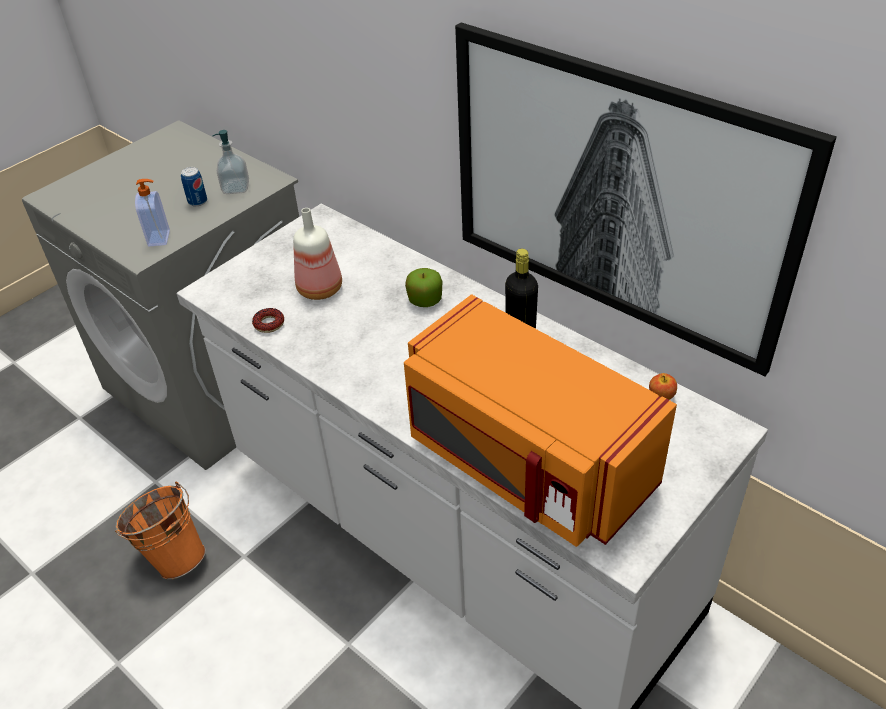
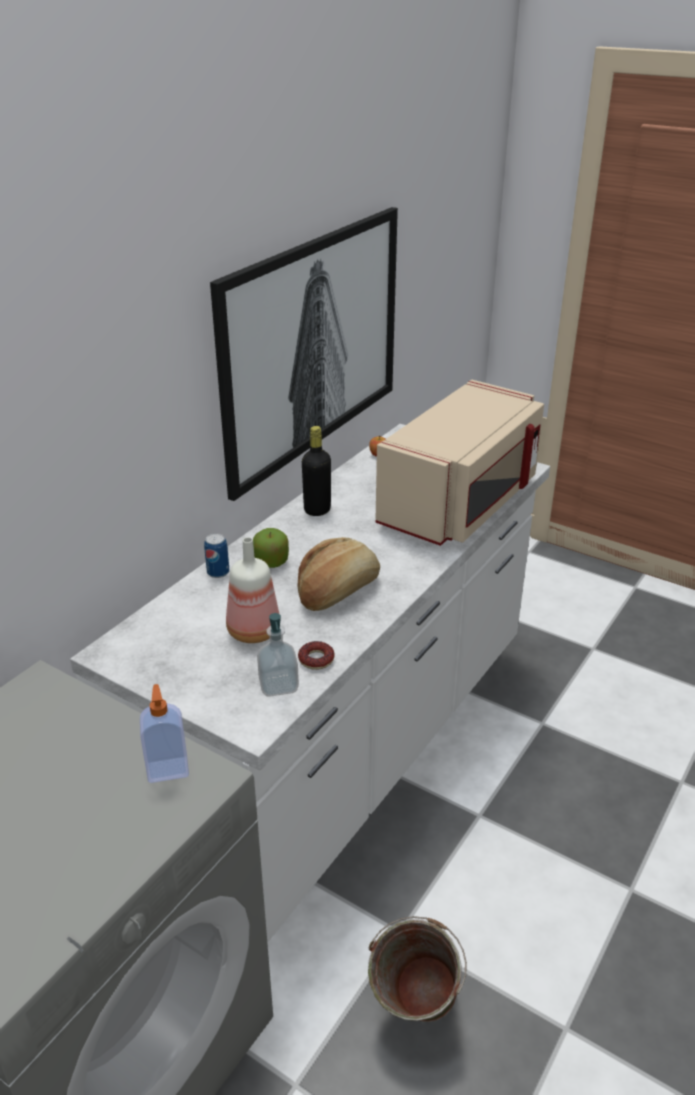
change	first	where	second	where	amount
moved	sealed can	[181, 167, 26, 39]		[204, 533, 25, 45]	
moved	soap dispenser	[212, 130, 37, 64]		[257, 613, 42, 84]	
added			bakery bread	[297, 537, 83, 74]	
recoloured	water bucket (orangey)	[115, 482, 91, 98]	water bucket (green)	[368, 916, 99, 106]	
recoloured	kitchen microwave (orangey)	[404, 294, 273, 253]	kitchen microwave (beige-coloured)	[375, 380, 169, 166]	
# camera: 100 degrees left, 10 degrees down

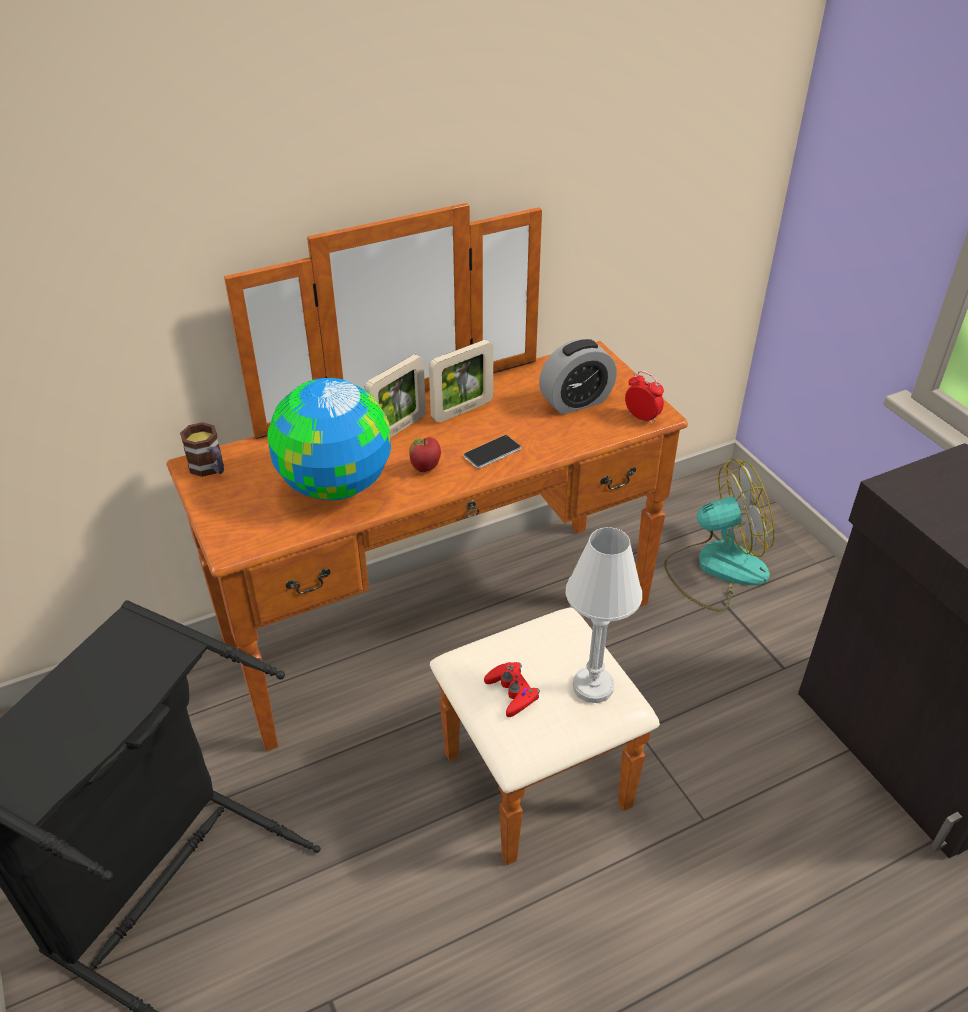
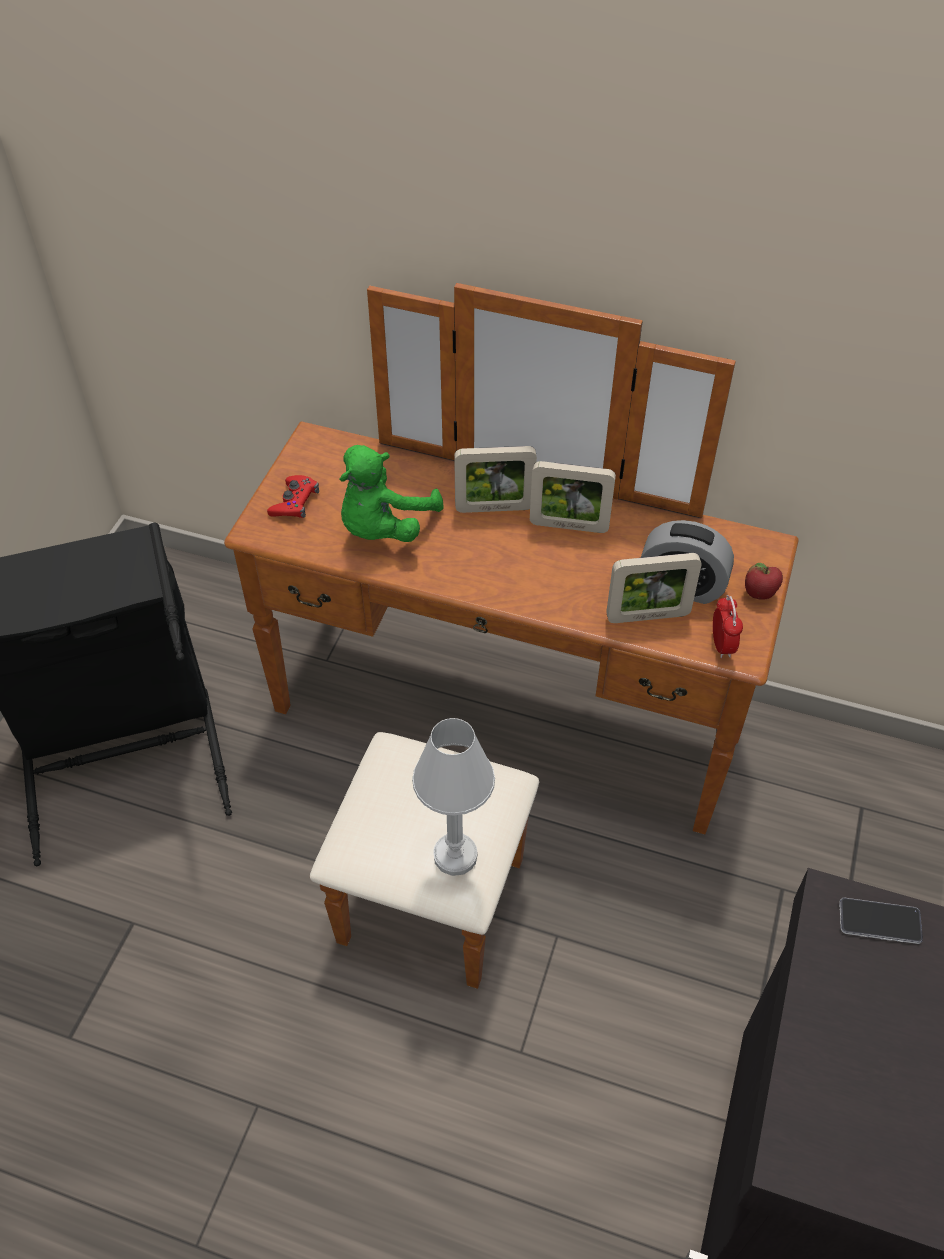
change	first	where	second	where	amount
moved	game controller (red)	[484, 662, 56, 55]		[267, 475, 52, 43]	
replaced	globe	[267, 378, 124, 123]	soft toy (green)	[340, 445, 104, 97]	
added			photo frame	[606, 553, 96, 70]	
moved	apple	[409, 437, 32, 35]		[745, 563, 38, 37]	
moved	handset	[463, 435, 58, 33]		[839, 898, 84, 46]	
removed	tea mug	[180, 422, 44, 55]			
removed	electric fan	[664, 458, 111, 153]			
# camera: 45 degrees right, 10 degrees up

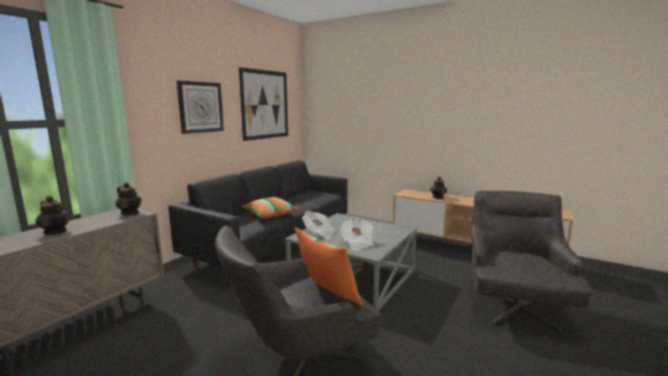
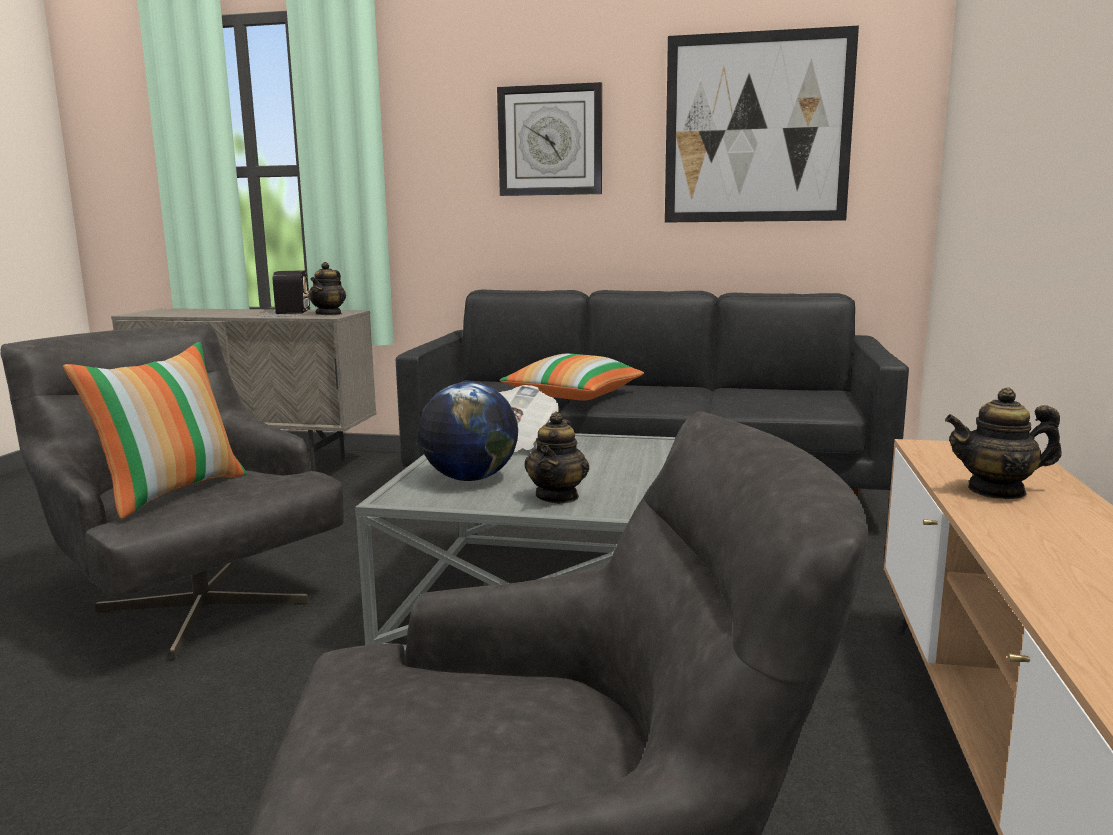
change	first	where	second	where	amount
added			radio	[259, 270, 51, 47]	
replaced	printed paper	[340, 217, 35, 33]	globe	[419, 382, 99, 99]	
moved	pot for tea	[35, 196, 35, 39]		[525, 412, 64, 92]	
# camera: 70 degrees right, 0 degrees up

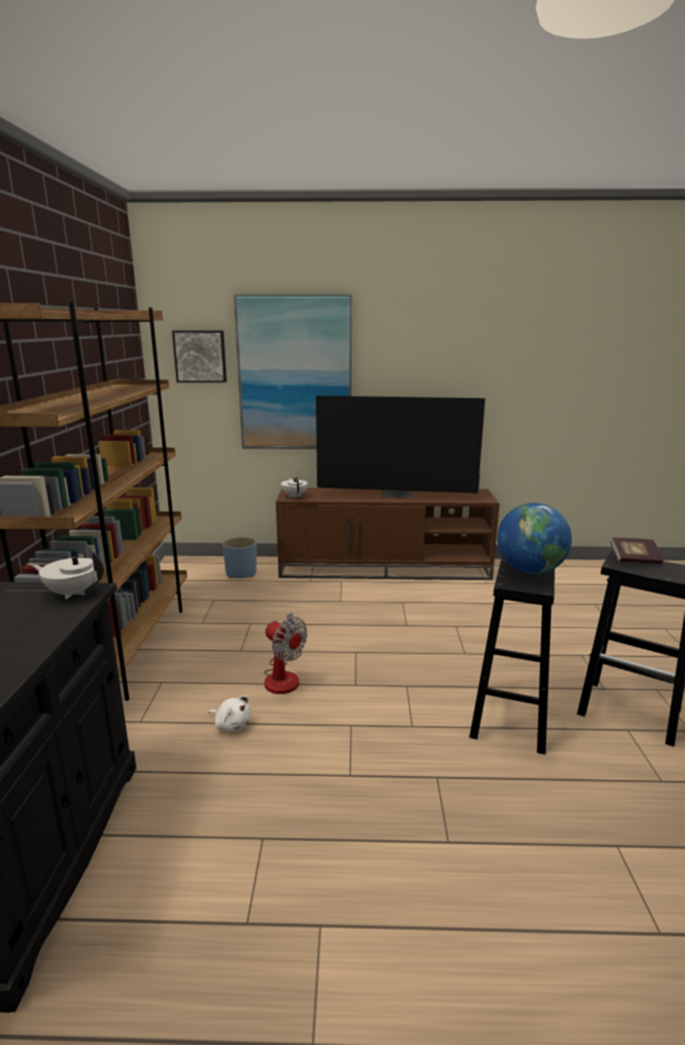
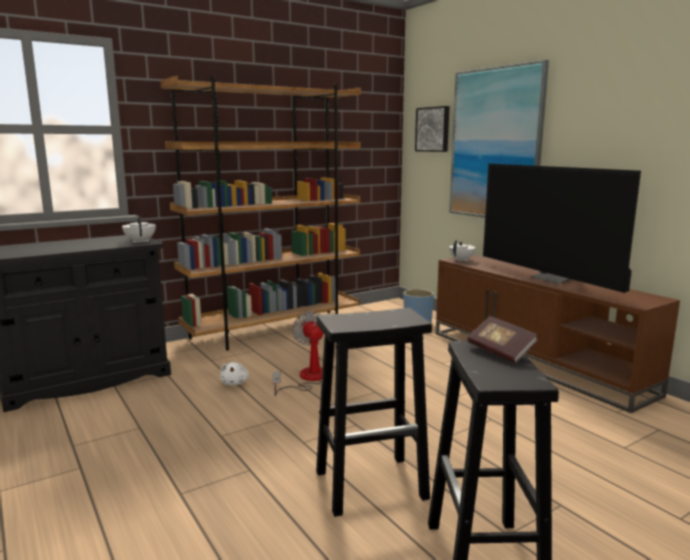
change	first	where	second	where	amount
turned	electric fan	[264, 612, 43, 82]		[272, 311, 52, 85]	150 degrees clockwise
removed	globe	[497, 503, 75, 71]			
# camera: 55 degrees right, 5 degrees down

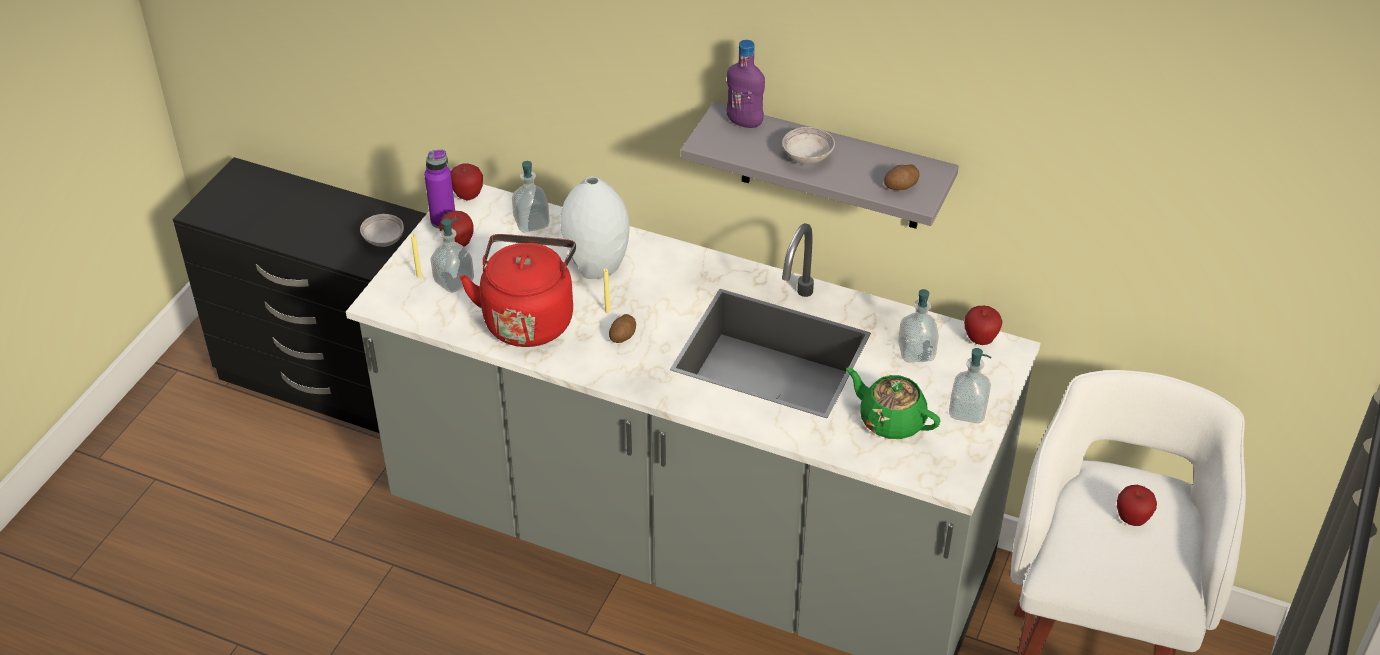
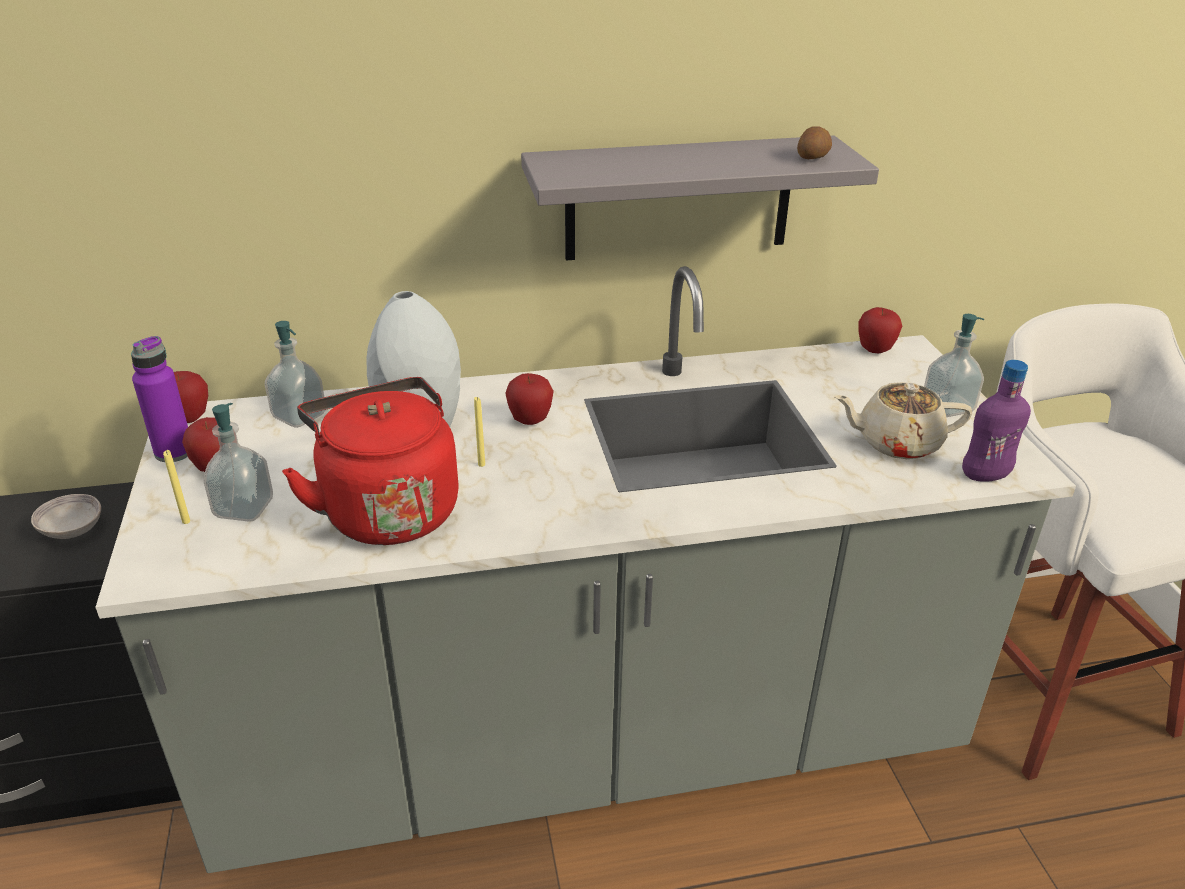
change	first	where	second	where	amount
moved	apple	[1117, 485, 40, 41]		[505, 373, 49, 52]	
recoloured	pot for tea (green)	[846, 368, 94, 71]	pot for tea (beige-coloured)	[834, 382, 138, 77]	
moved	bottle (purple)	[726, 40, 39, 88]		[962, 360, 69, 122]	
removed	whole potato	[609, 314, 27, 29]			
removed	deep dish (gray)	[782, 127, 53, 37]			
removed	soap dispenser	[898, 289, 41, 73]			
# camera: 35 degrees left, 10 degrees down

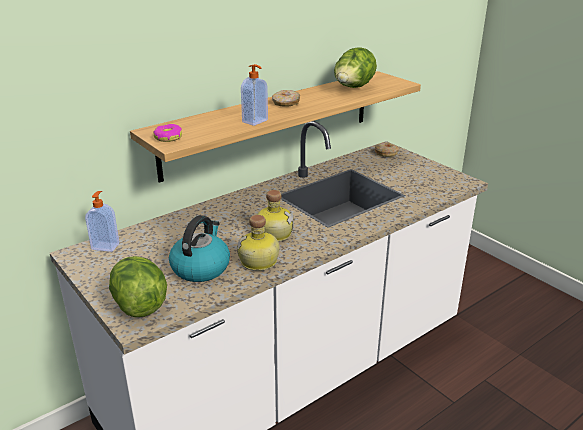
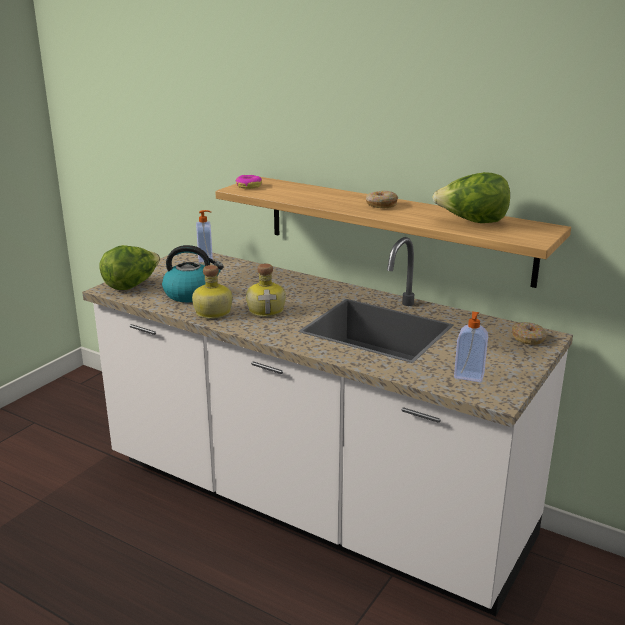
change	first	where	second	where	amount
moved	soap dispenser	[241, 64, 27, 62]		[454, 311, 34, 71]	
# camera: 70 degrees right, 5 degrees down

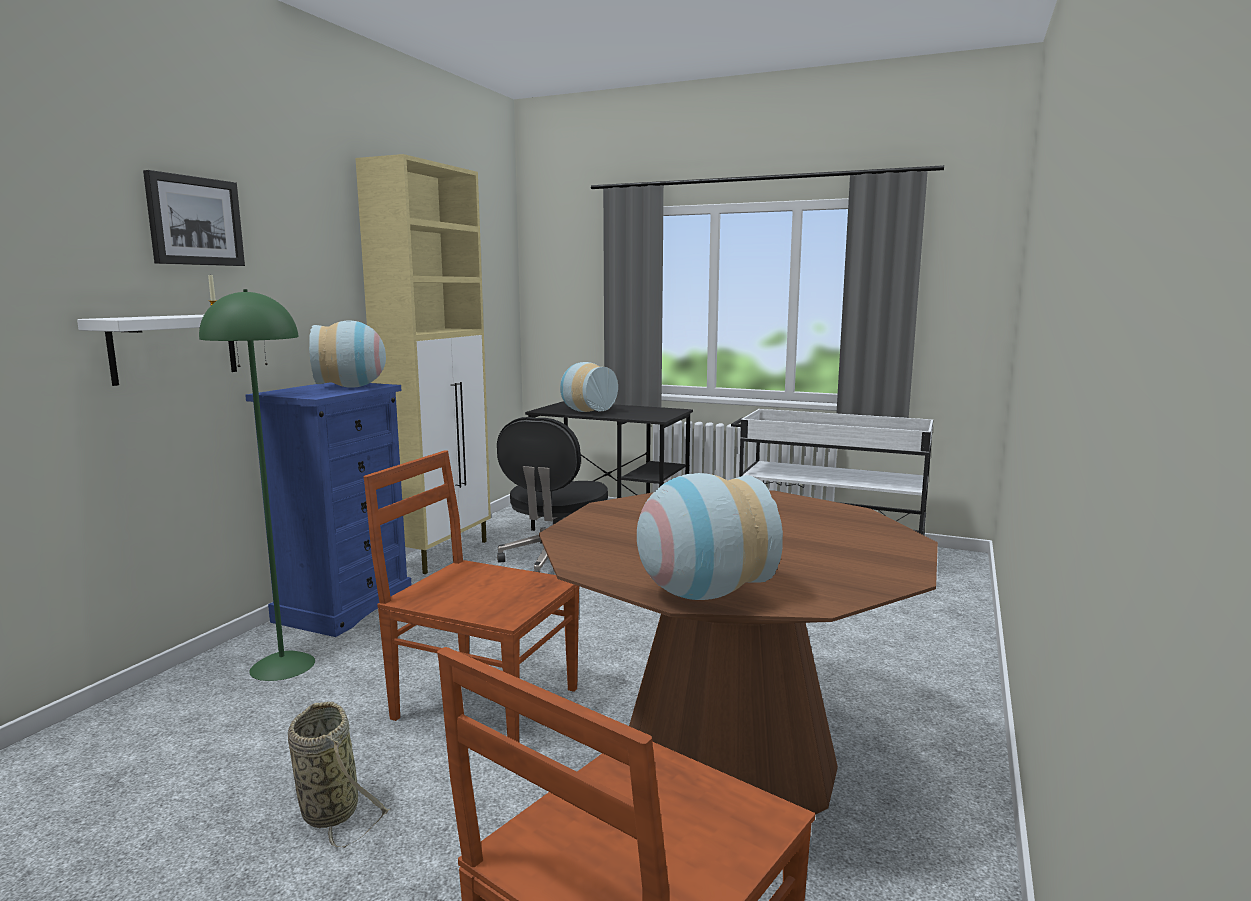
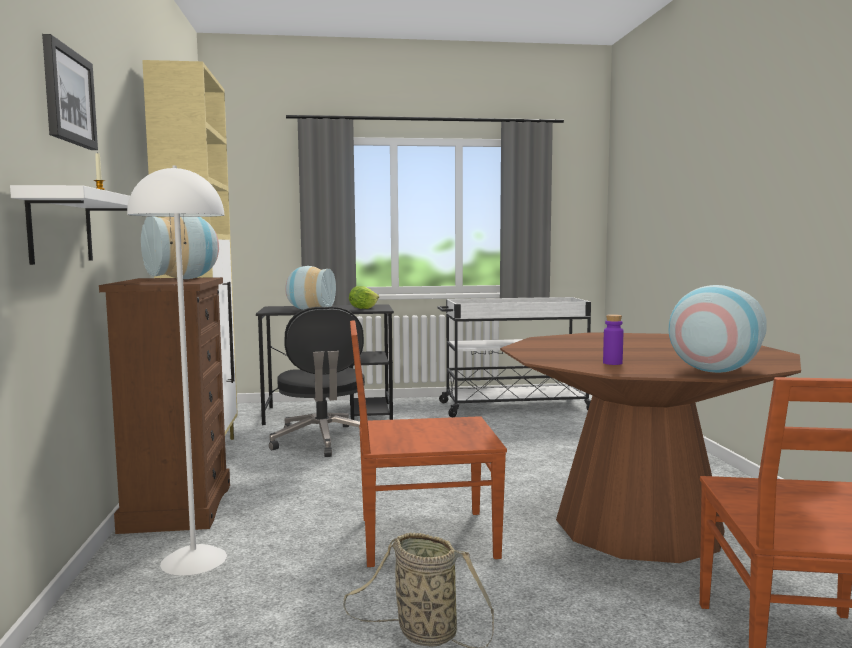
change	first	where	second	where	amount
recoloured	dresser (bluish)	[245, 382, 166, 255]	dresser (brown-coloured)	[99, 277, 131, 257]	
recoloured	standing lamp (green)	[199, 289, 116, 392]	standing lamp (whitish)	[127, 166, 100, 410]	
added			lettuce	[349, 286, 30, 23]	
added			bottle (purple)	[603, 314, 20, 51]	
# camera: 30 degrees left, 5 degrees down

